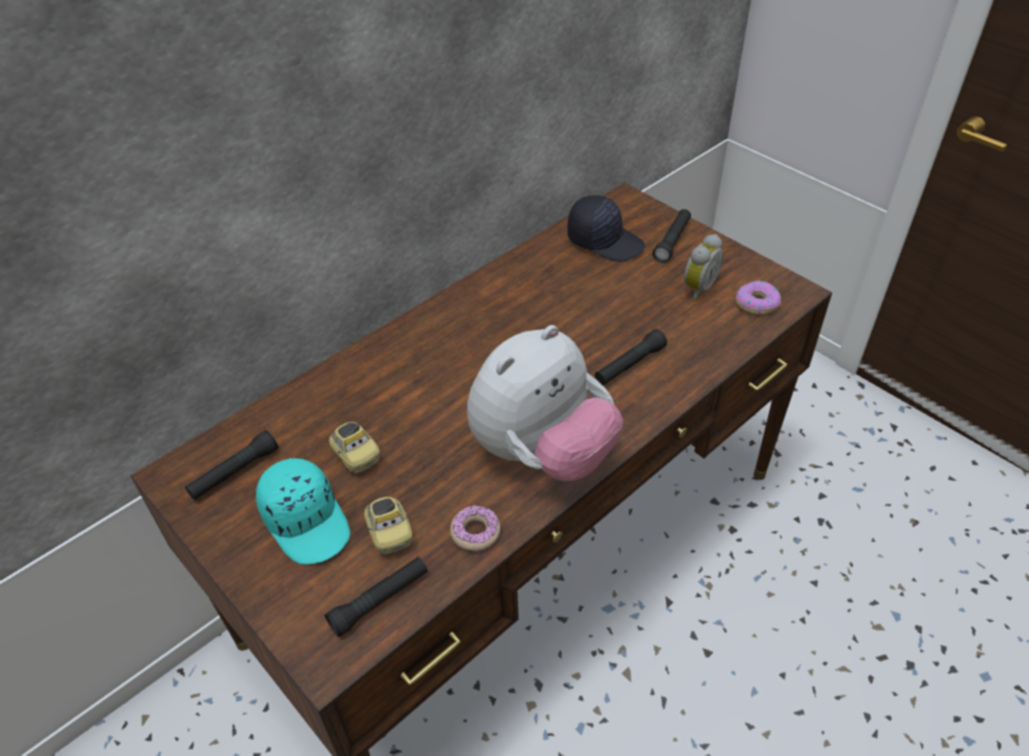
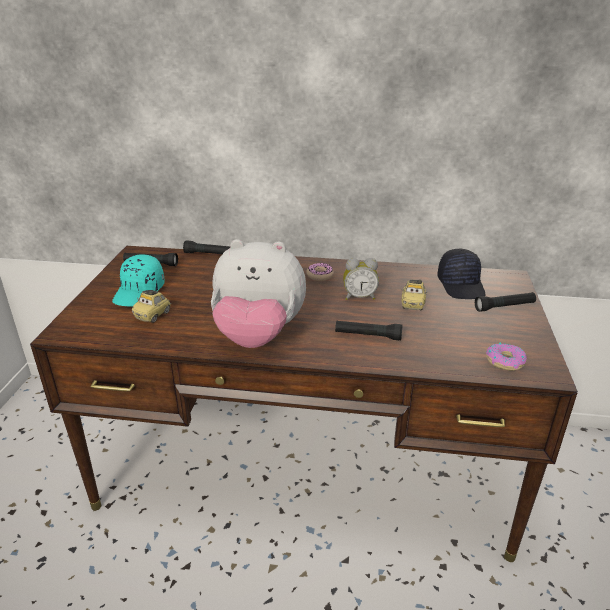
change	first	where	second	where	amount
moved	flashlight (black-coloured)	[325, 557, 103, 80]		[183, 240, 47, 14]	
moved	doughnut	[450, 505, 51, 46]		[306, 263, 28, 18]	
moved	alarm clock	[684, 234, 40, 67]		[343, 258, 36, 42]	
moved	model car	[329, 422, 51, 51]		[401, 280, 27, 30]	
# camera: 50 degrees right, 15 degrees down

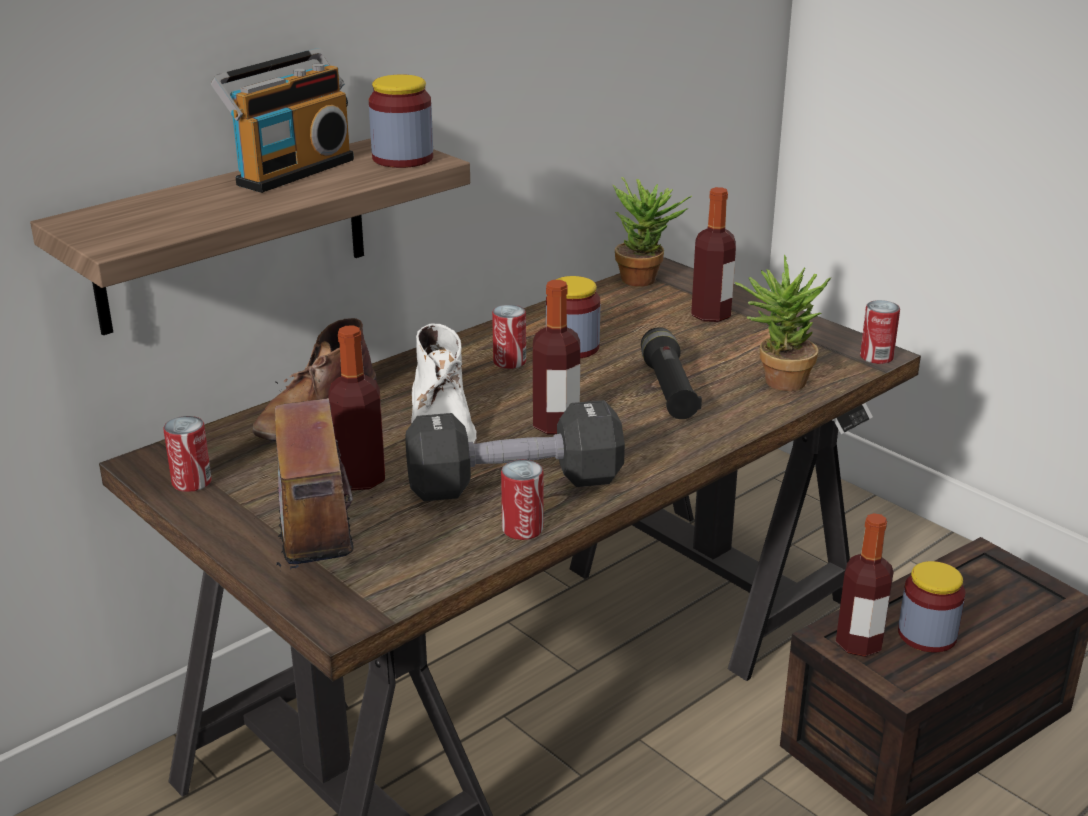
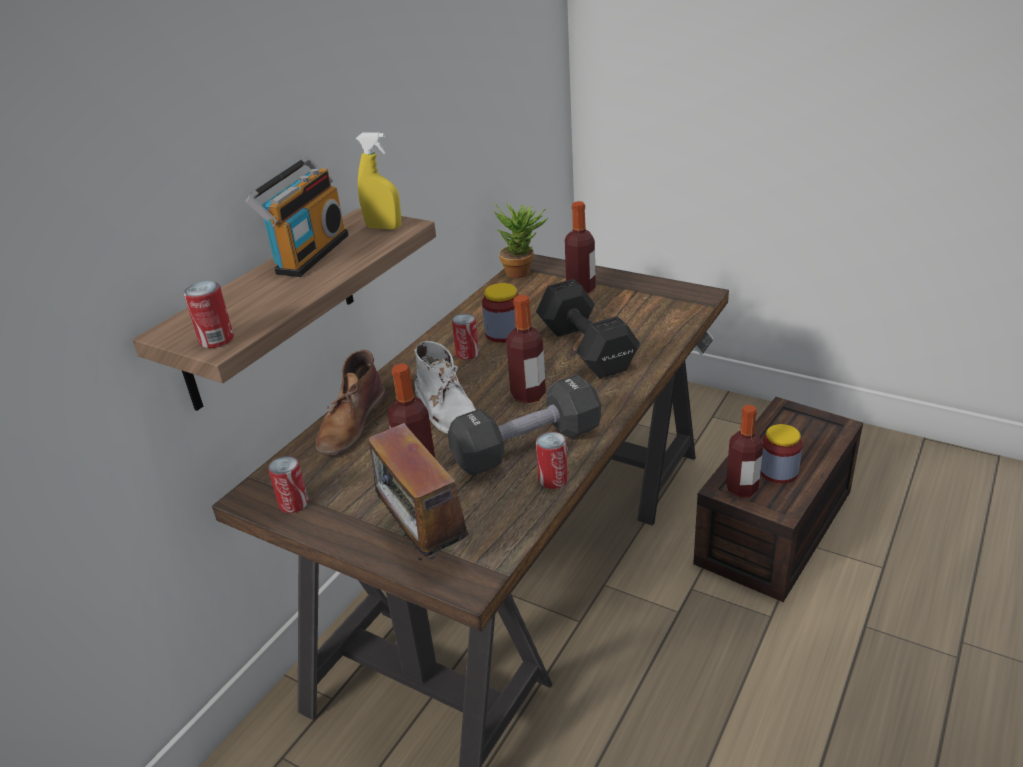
change	first	where	second	where	amount
moved	sealed can	[860, 300, 40, 64]		[184, 281, 50, 67]	
replaced	jar	[369, 74, 64, 94]	spray bottle (yellow)	[356, 132, 45, 98]	
replaced	flashlight (black-coloured)	[641, 327, 61, 92]	dumbbell (black-coloured)	[536, 279, 104, 99]	
removed	houseplant	[735, 255, 97, 136]			
# camera: 15 degrees left, 5 degrees up

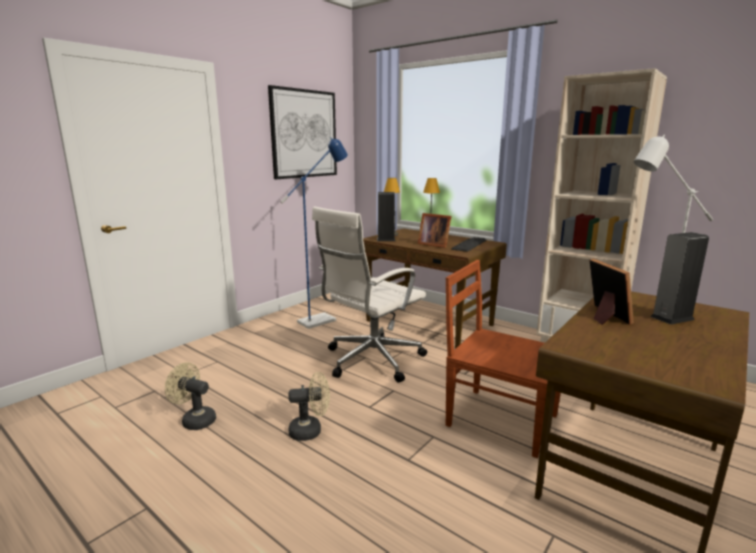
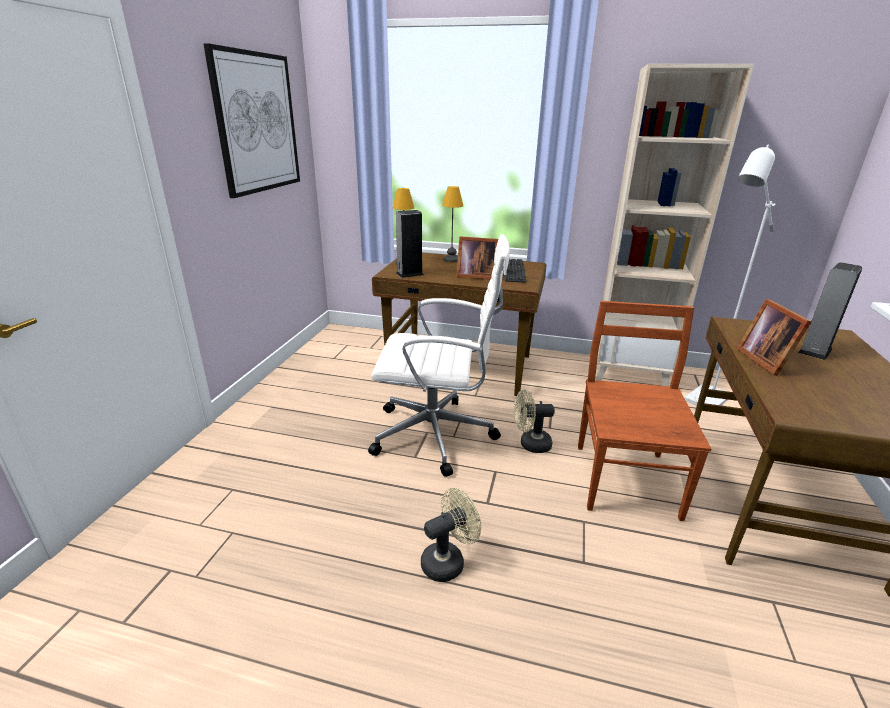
change	first	where	second	where	amount
turned	desk chair (whitish)	[312, 207, 115, 176]		[368, 234, 142, 243]	105 degrees counterclockwise
moved	electric fan (beige-coloured)	[165, 362, 51, 68]		[514, 390, 41, 63]	
turned	plain chair (brown-coloured)	[446, 260, 115, 198]		[578, 301, 134, 220]	90 degrees clockwise
turned	photo frame	[589, 259, 45, 66]		[737, 299, 75, 77]	150 degrees counterclockwise
removed	standing lamp (bluish)	[281, 138, 67, 191]			
# camera: 25 degrees left, 10 degrees up

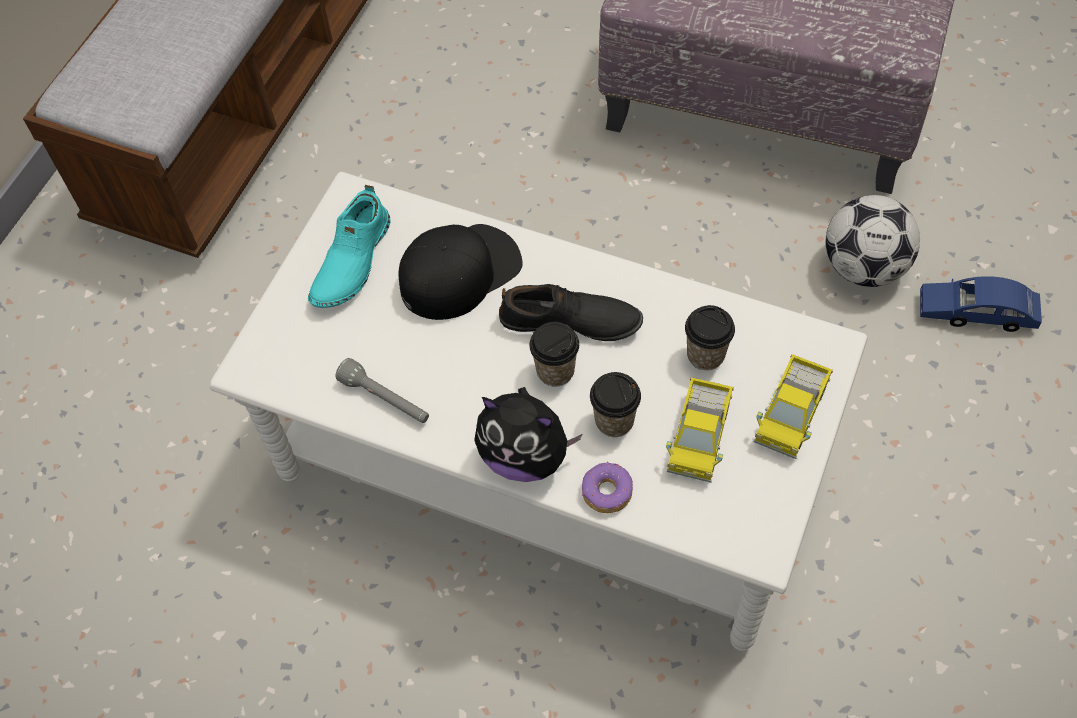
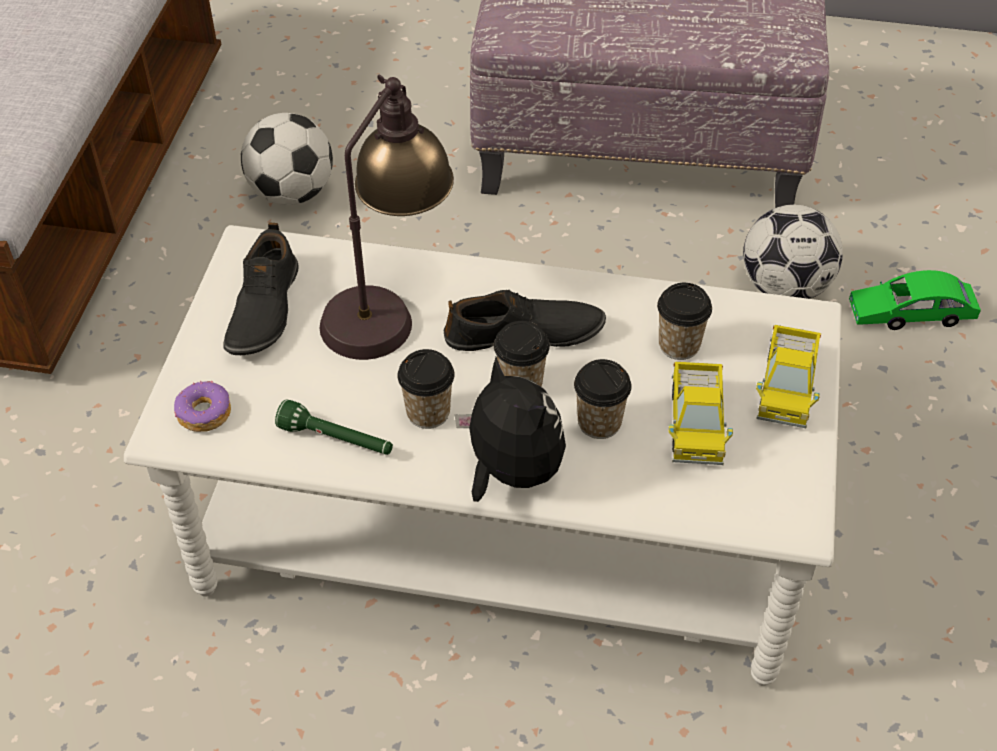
change	first	where	second	where	amount
moved	doughnut	[582, 462, 51, 51]		[174, 381, 57, 51]	
recoloured	item of footwear (turquoise-coloured)	[308, 185, 82, 123]	item of footwear (black-coloured)	[223, 222, 76, 133]	
added			football	[241, 113, 92, 92]	
recoloured	flashlight (gray)	[335, 358, 94, 65]	flashlight (green)	[275, 399, 118, 56]	
replaced	cap (black-coloured)	[398, 224, 125, 96]	lamp for a table	[319, 74, 135, 286]	
added			cup	[397, 349, 58, 80]	
turned	soft toy	[474, 387, 108, 95]		[455, 357, 111, 145]	135 degrees counterclockwise
recoloured	model car (bluish)	[920, 276, 122, 56]	model car (green)	[849, 270, 132, 60]	
# camera: 15 degrees left, 10 degrees down

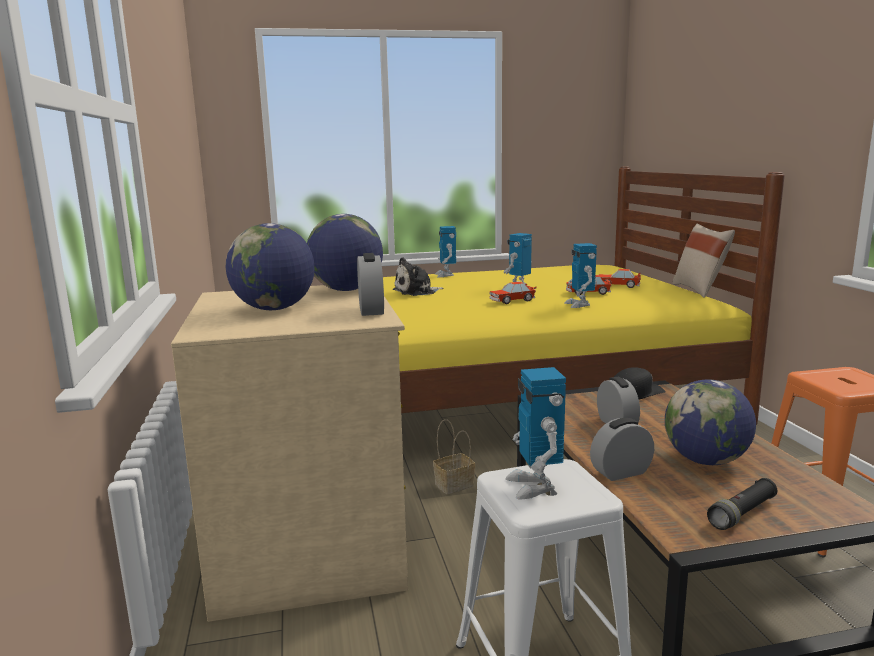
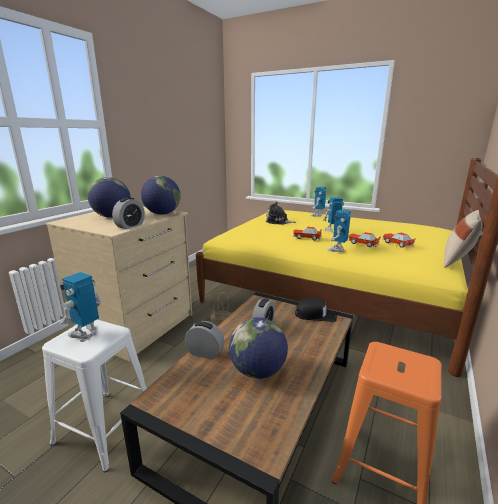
change	first	where	second	where	amount
removed	flashlight (black-coloured)	[707, 478, 70, 52]			
# camera: 40 degrees right, 5 degrees up

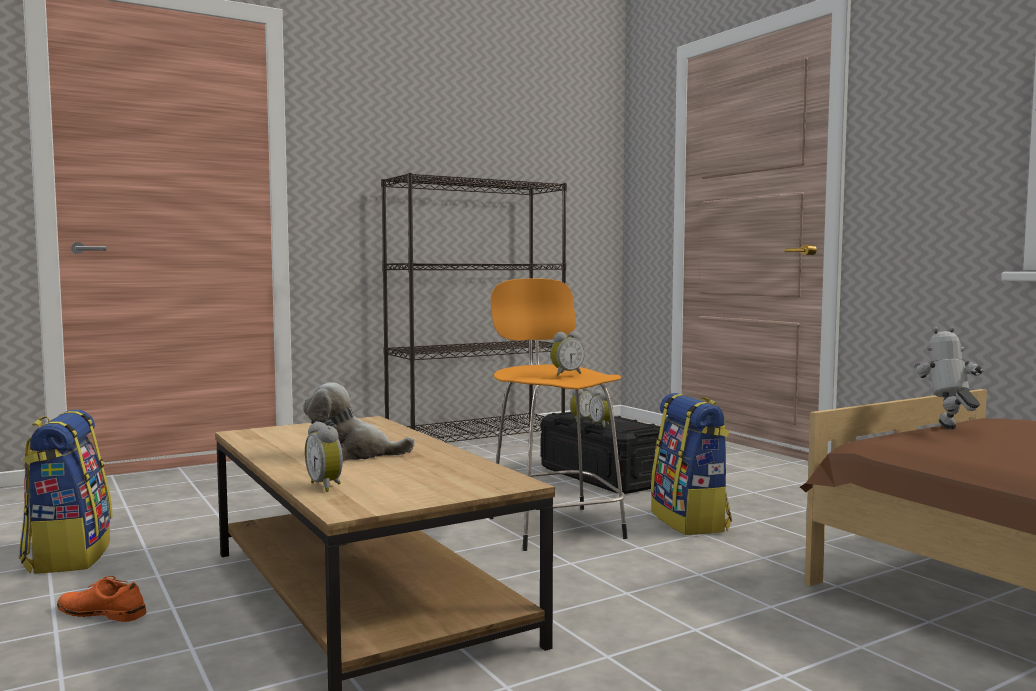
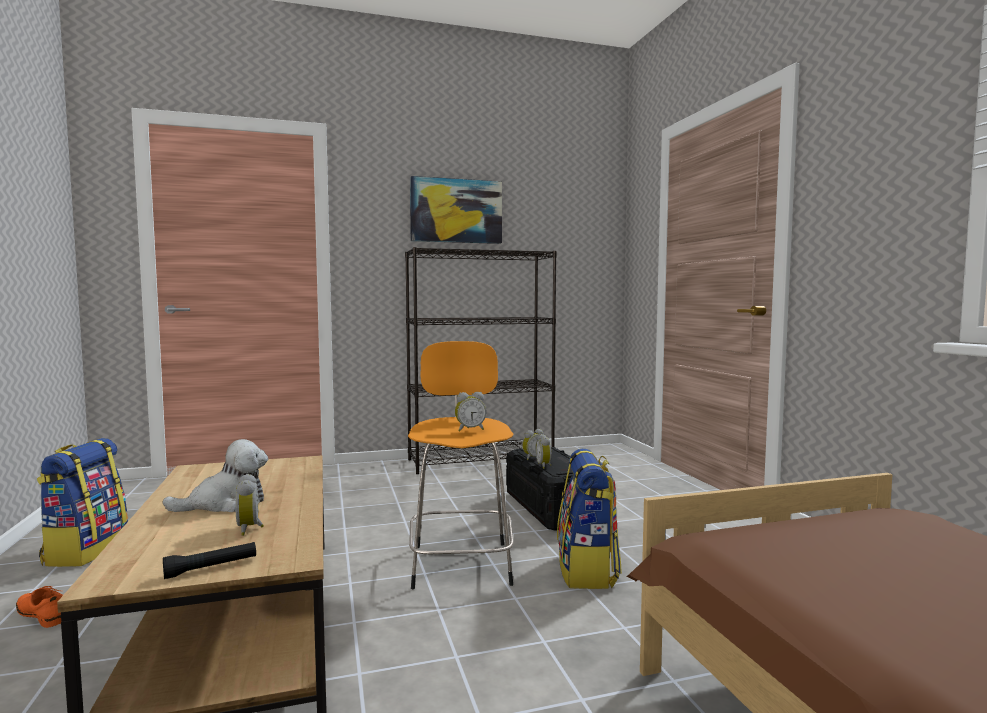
change	first	where	second	where	amount
turned	soft toy	[303, 382, 112, 79]		[163, 439, 105, 73]	135 degrees clockwise
added			flashlight (black-coloured)	[163, 542, 93, 37]	
moved	alarm clock	[305, 421, 38, 71]		[235, 474, 29, 62]	
added			wall art	[410, 176, 92, 68]	
removed	model robot	[913, 326, 72, 103]			
# camera: 15 degrees right, 0 degrees up

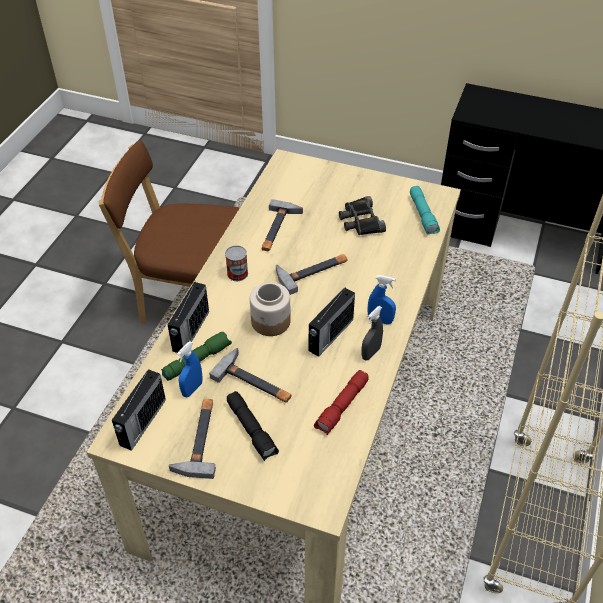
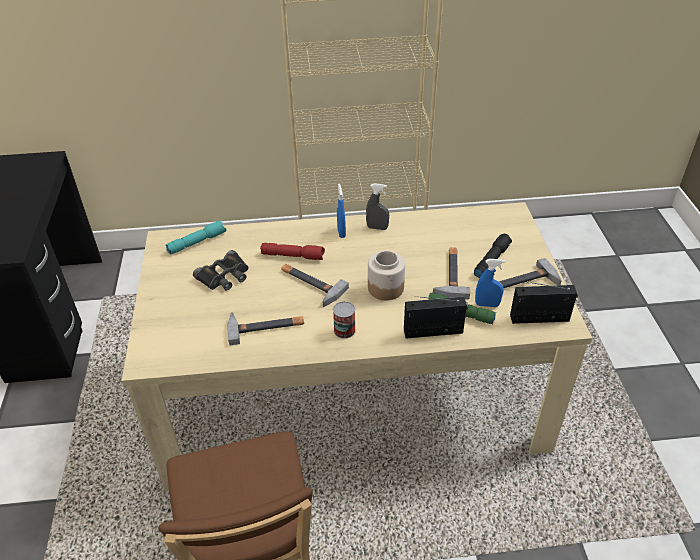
change	first	where	second	where	amount
moved	flashlight (red)	[314, 370, 54, 65]		[260, 243, 65, 17]	
removed	radio	[308, 287, 47, 70]			
# camera: 115 degrees left, 5 degrees down

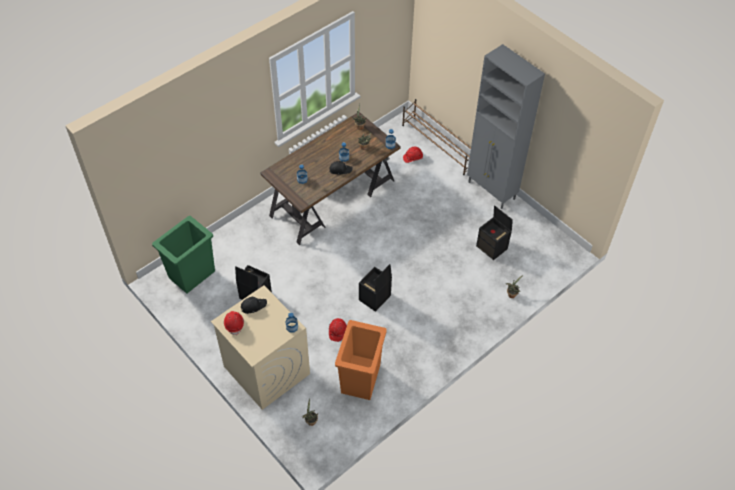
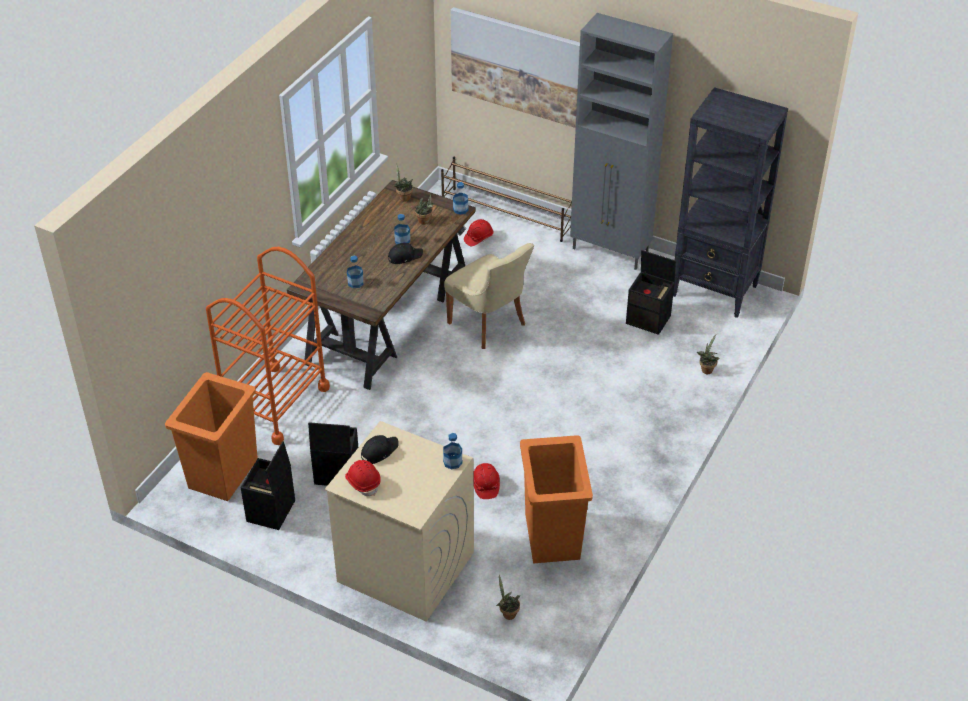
change	first	where	second	where	amount
recoloured	trash can (green)	[152, 216, 63, 78]	trash can (orangey)	[165, 372, 93, 129]	
added			trolley (orangey)	[206, 247, 124, 198]	
moved	storage bin (black-coloured)	[359, 264, 33, 48]		[241, 441, 54, 89]	
added			plain chair (beige-coloured)	[444, 243, 90, 106]	
added			wall art	[451, 7, 129, 121]	
added			bookcase (black-coloured)	[673, 87, 115, 231]	
# camera: 20 degrees left, 10 degrees down

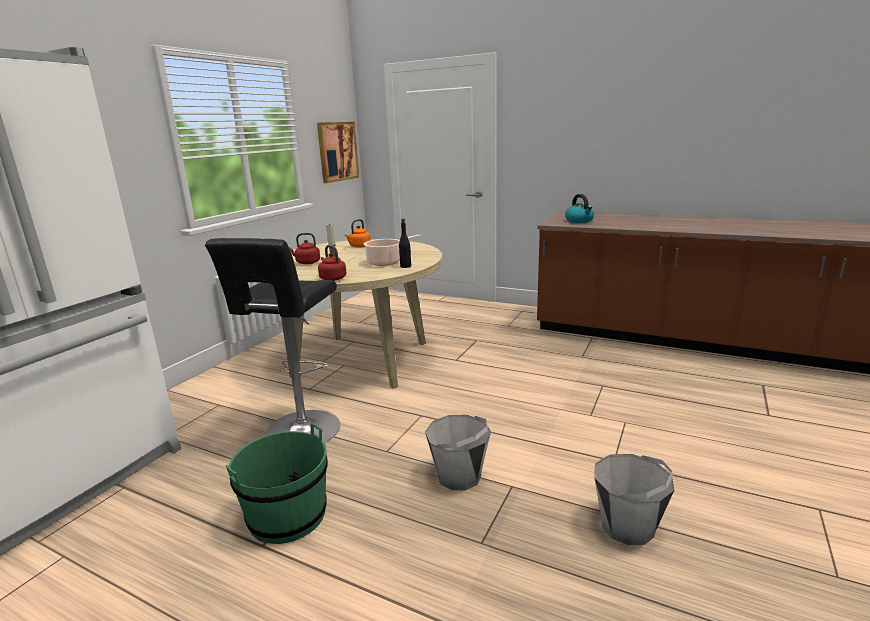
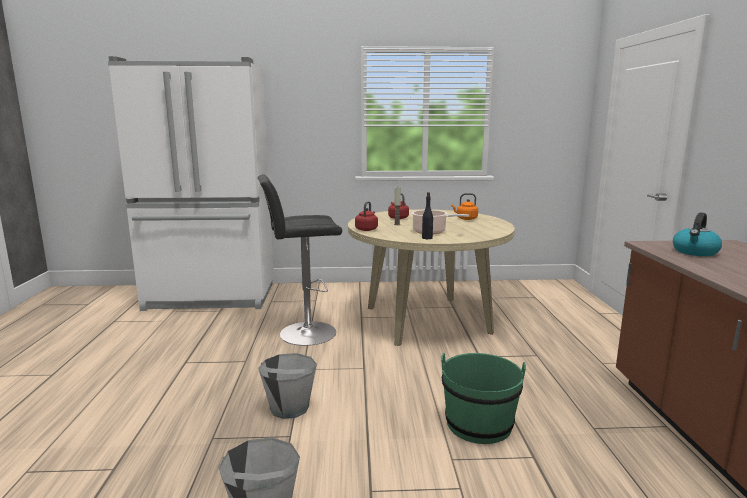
change	first	where	second	where	amount
moved	water bucket (green)	[226, 423, 102, 121]		[441, 353, 85, 91]	
removed	wall art	[317, 122, 42, 61]			
# camera: 60 degrees right, 5 degrees down

